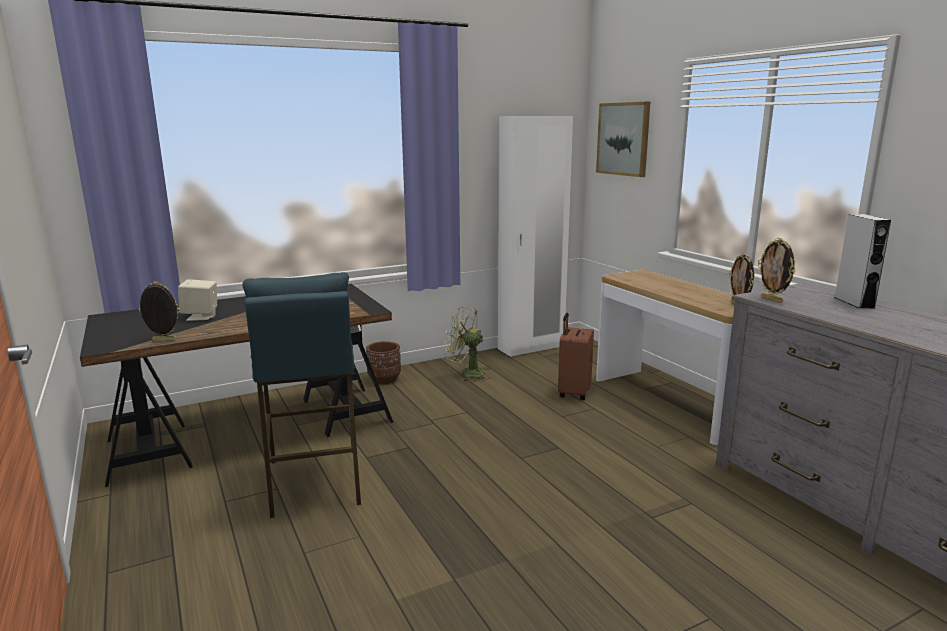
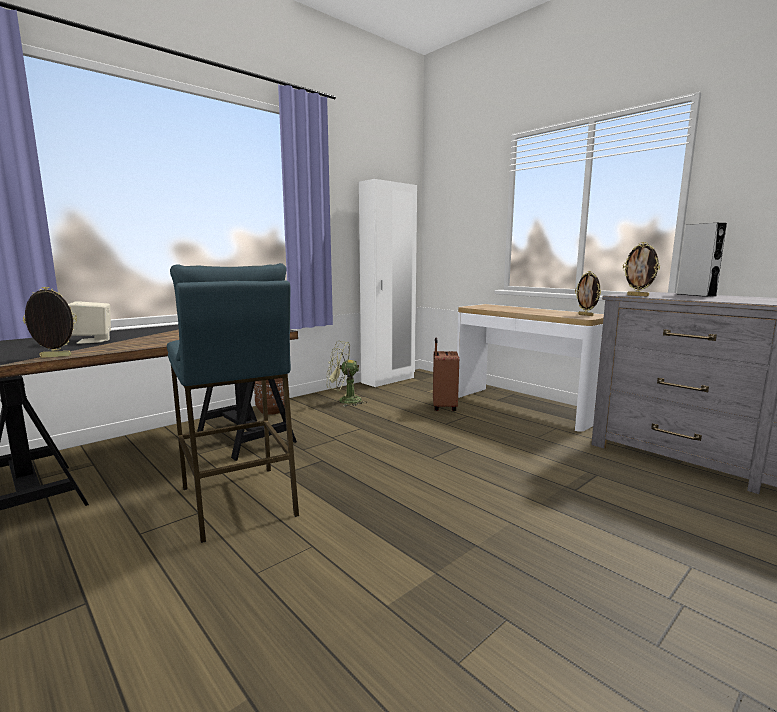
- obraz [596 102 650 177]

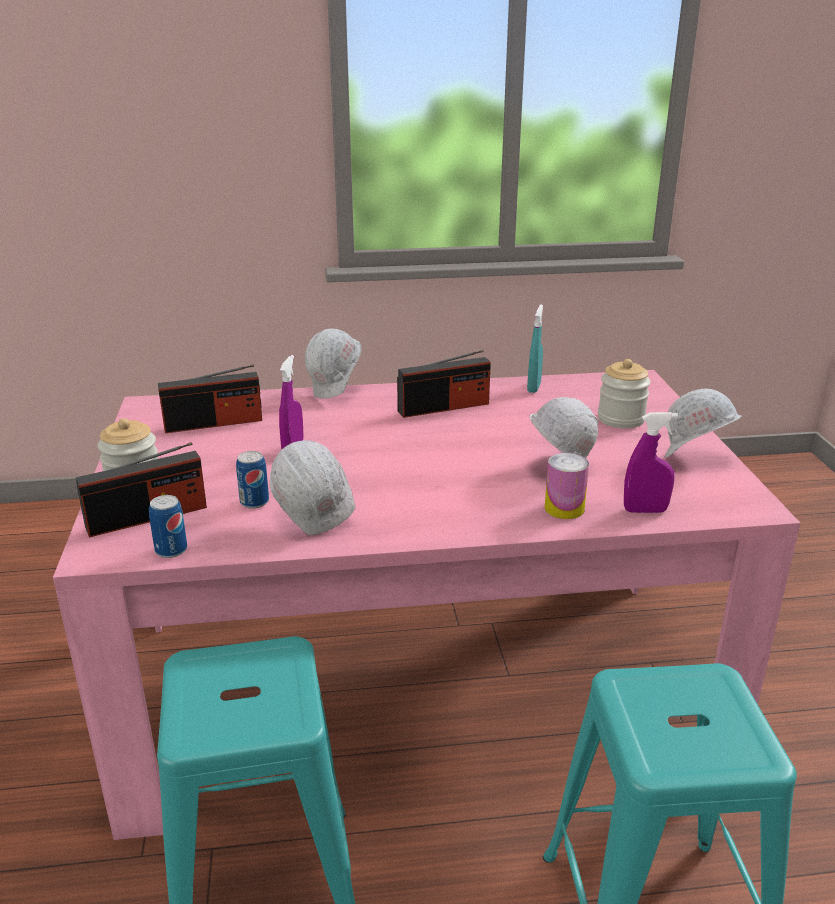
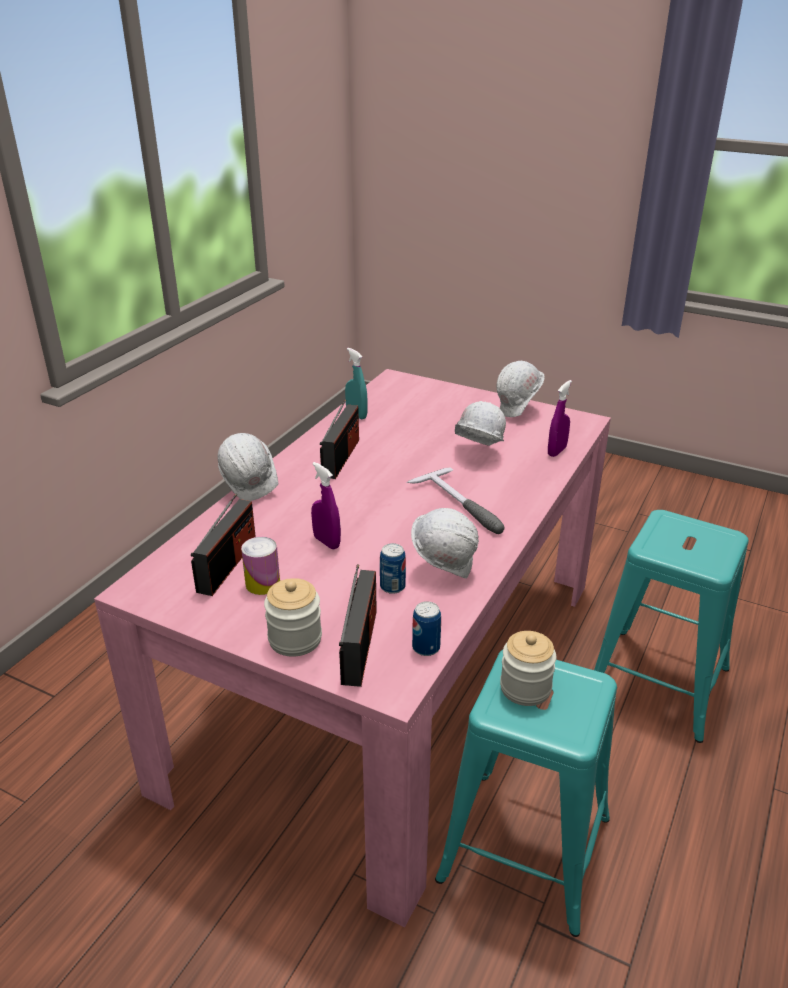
~ puszka [545 453 589 519] to [241 537 280 595]
~ słoik [598 359 650 429] to [500 631 556 706]
+ młotek [407 468 504 534]

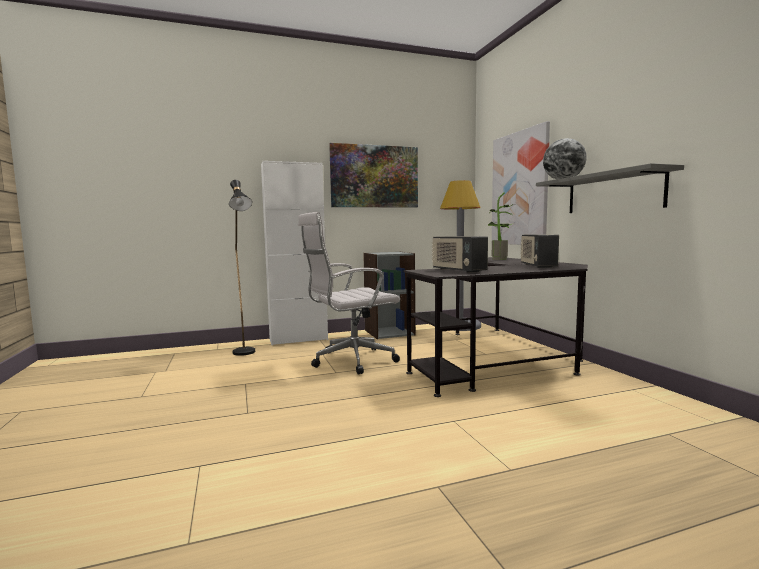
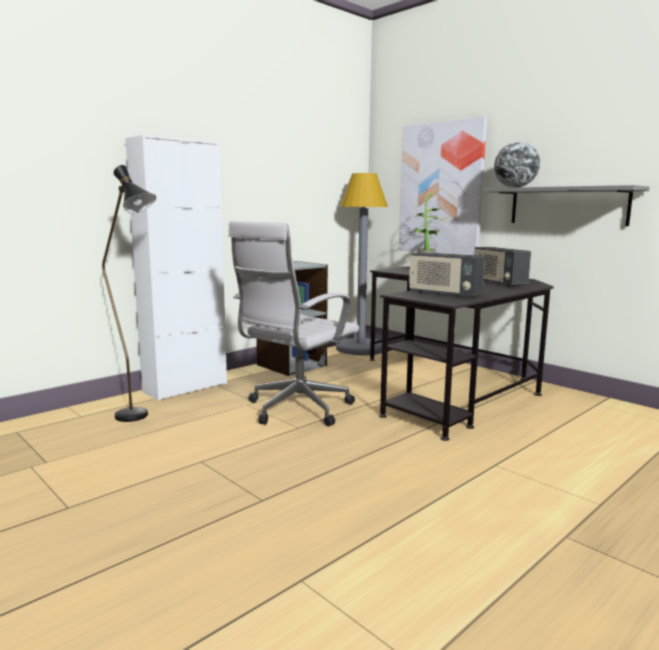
- obraz [329 143 418 207]

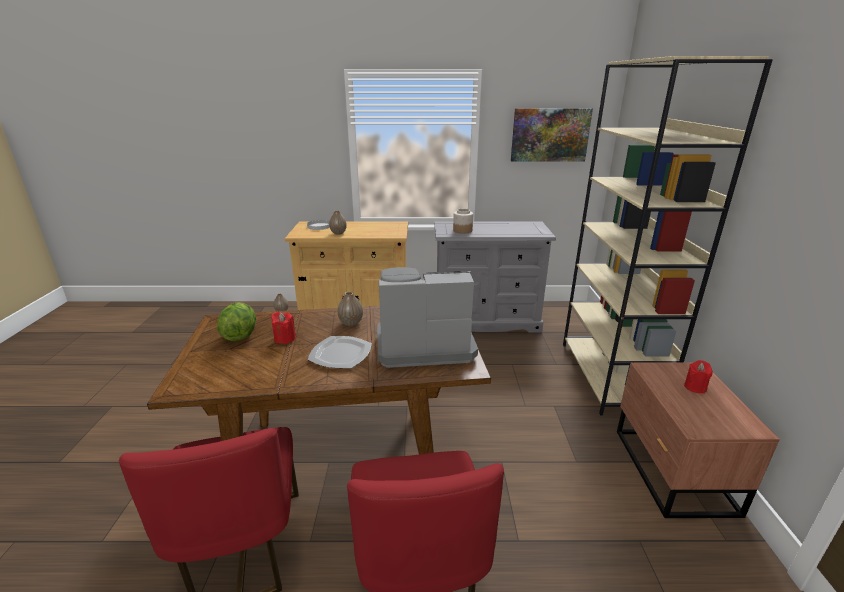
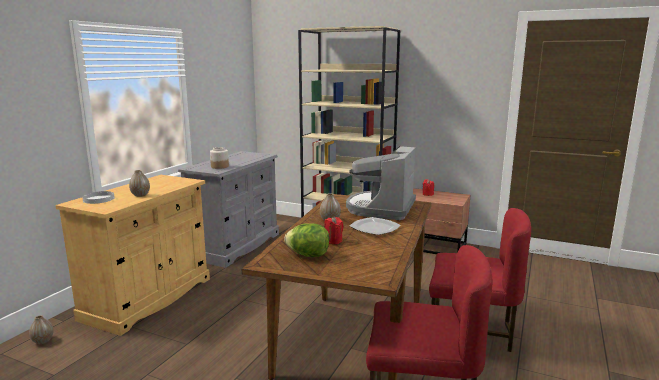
- obraz [511 108 593 161]

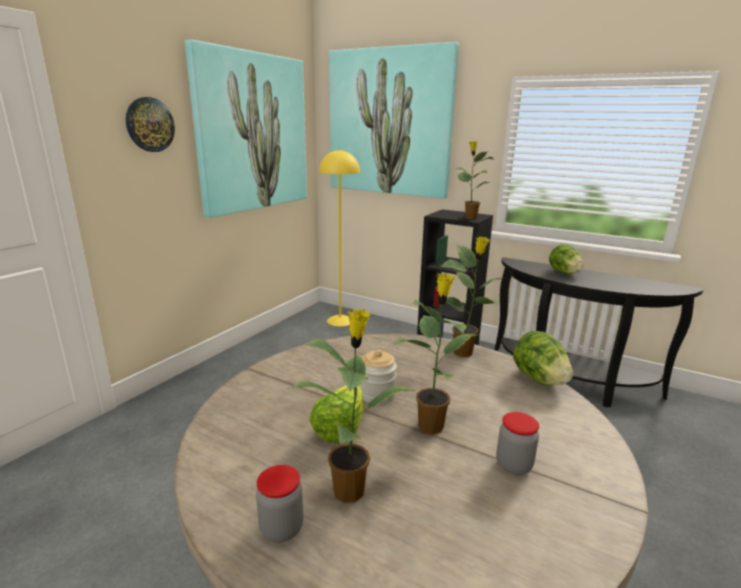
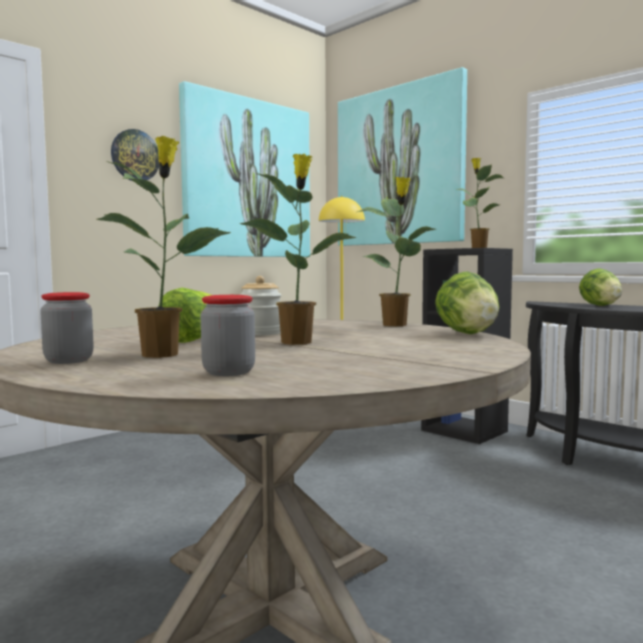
~ słoik [496 412 539 475] to [200 295 255 376]

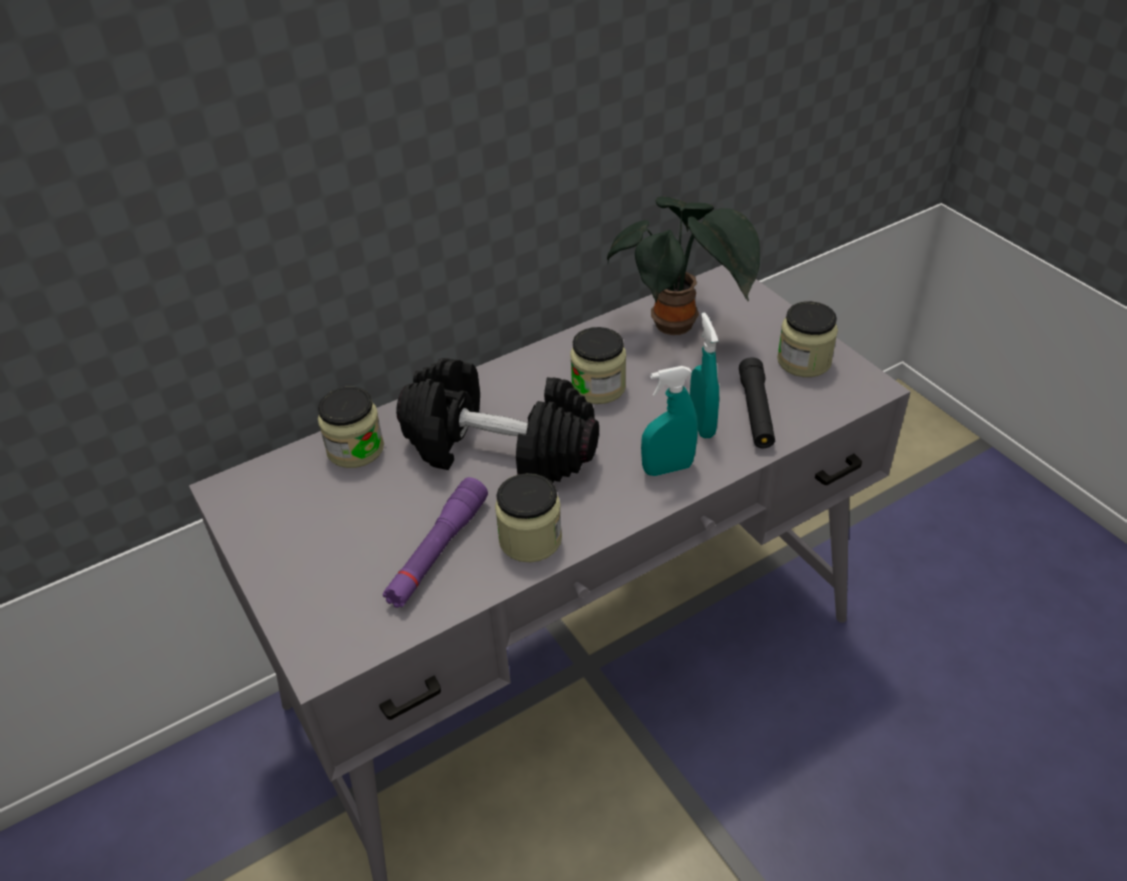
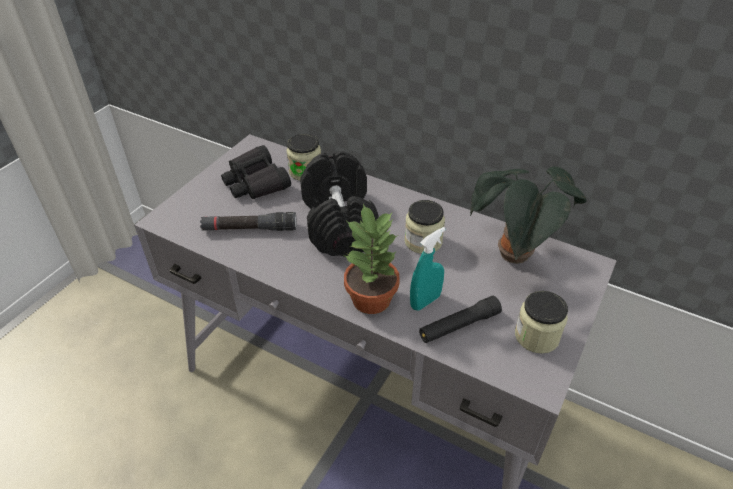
~ latarka [fioletowy] [383 477 488 608] to latarka [czarny] [200 212 297 231]
- słoik [495 473 562 562]
~ spryskiwacz [turkusowy] [641 366 698 476] to roślina doniczkowa [344 204 400 314]
+ lornetka [czarny] [221 145 291 199]

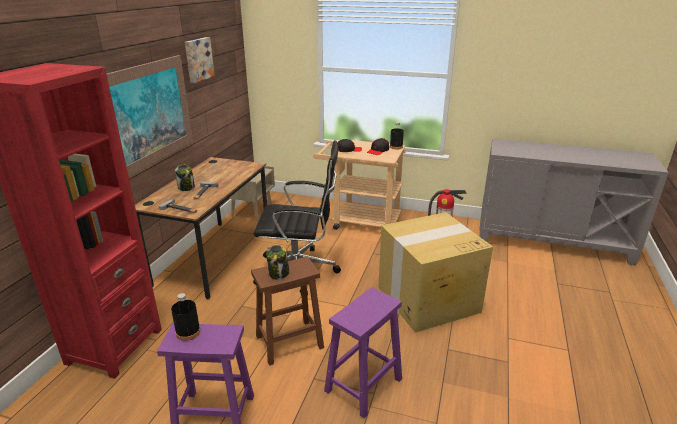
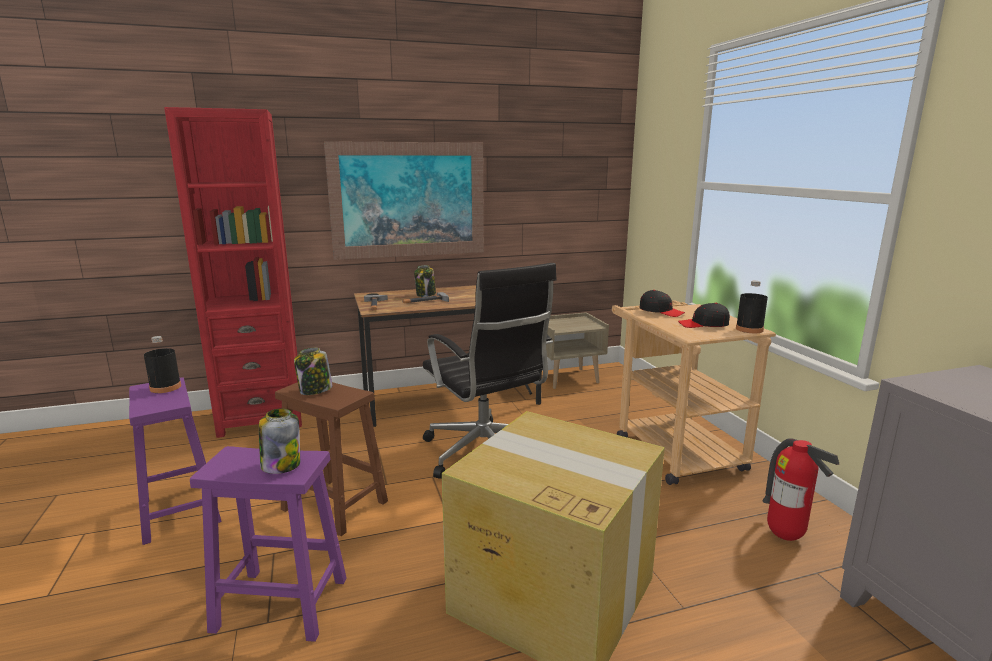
- obraz [185 37 215 83]
+ słoik [259 408 300 474]

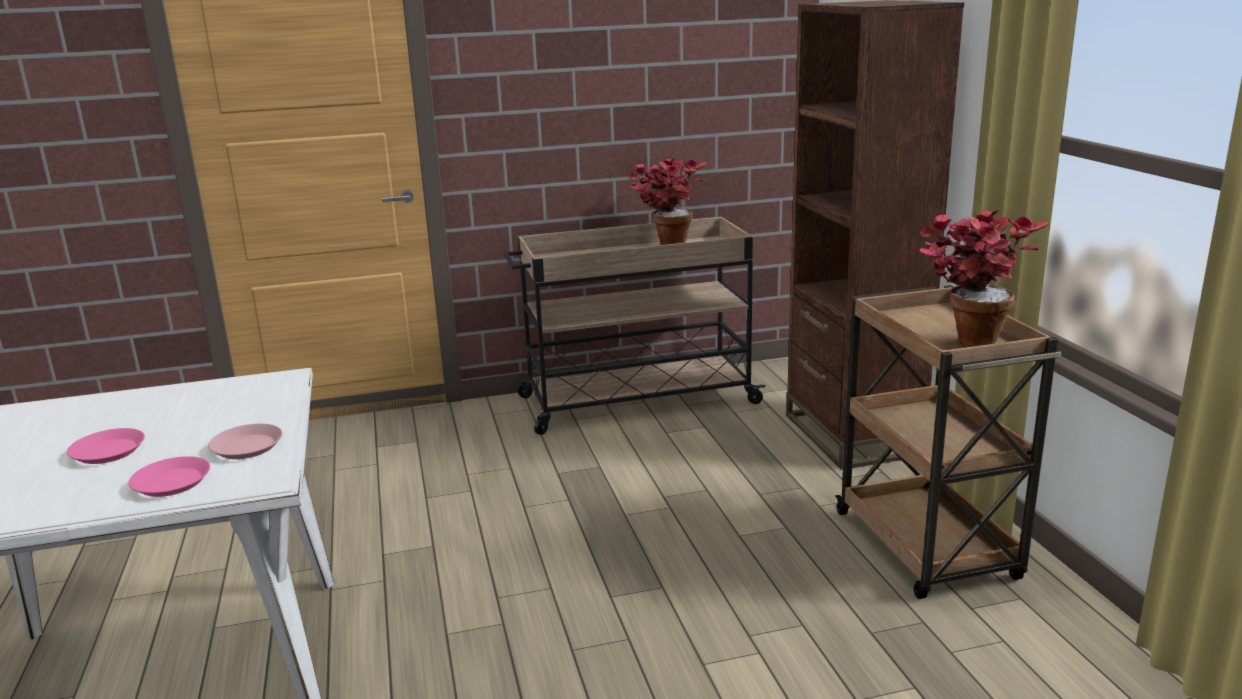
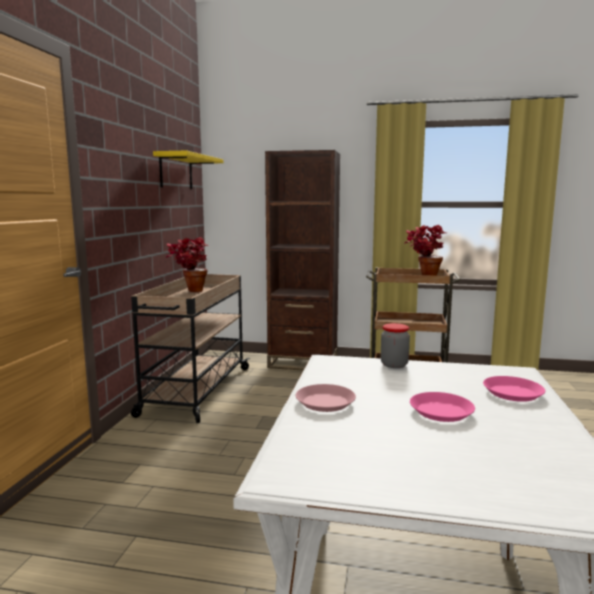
~ talerz [różowy] [208 424 283 459] to [296 384 356 412]
+ półka [żółty] [153 151 223 189]
+ słoik [381 323 410 368]

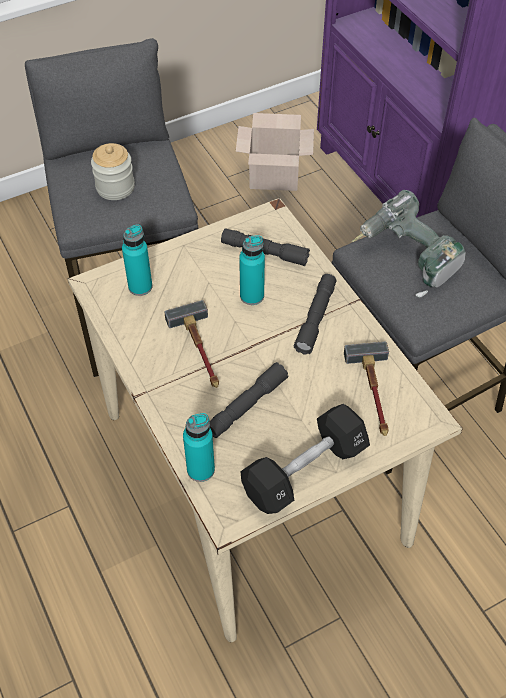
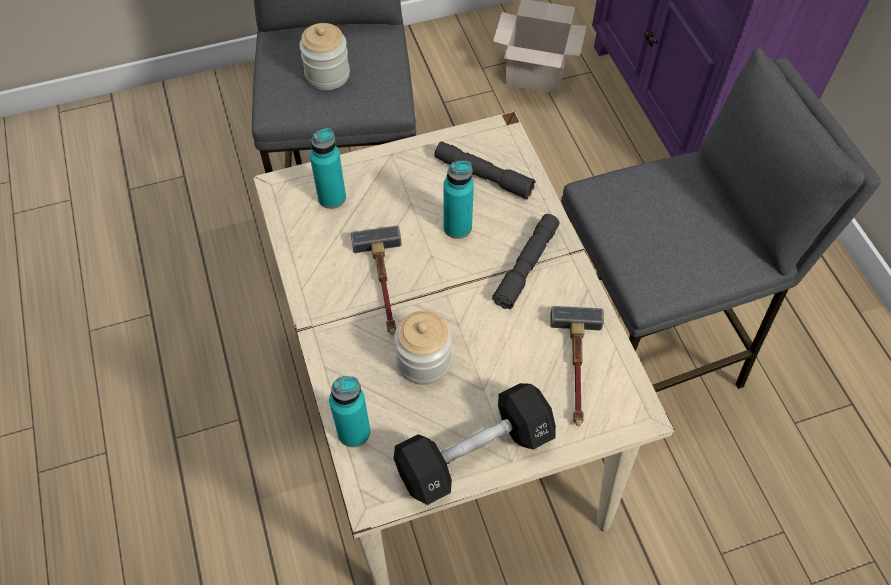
~ latarka [szary] [210 362 289 438] to słoik [394 311 452 385]
- wiertarka [352 190 466 298]

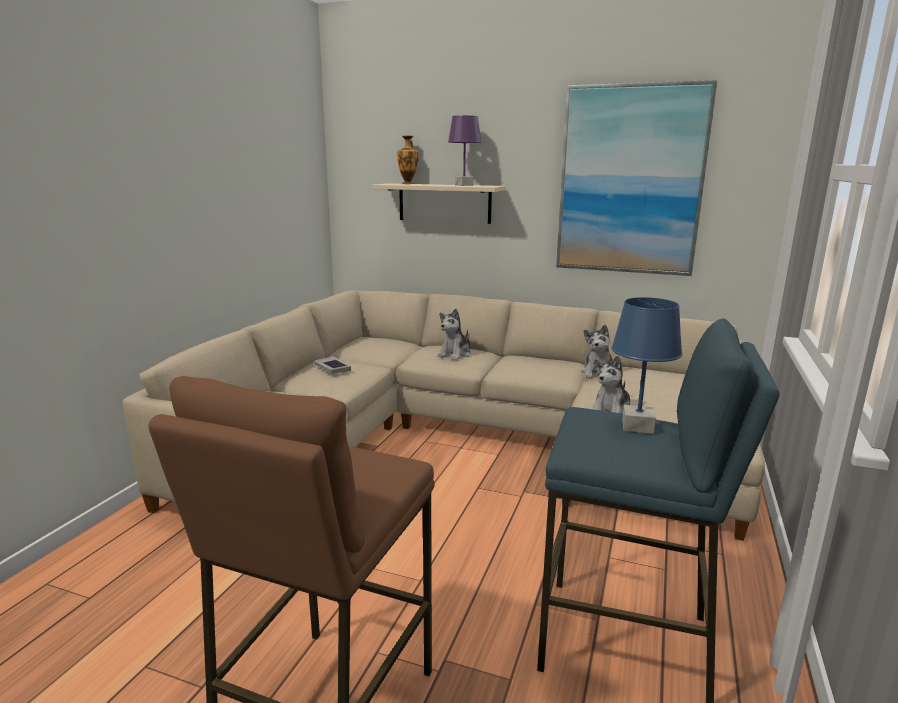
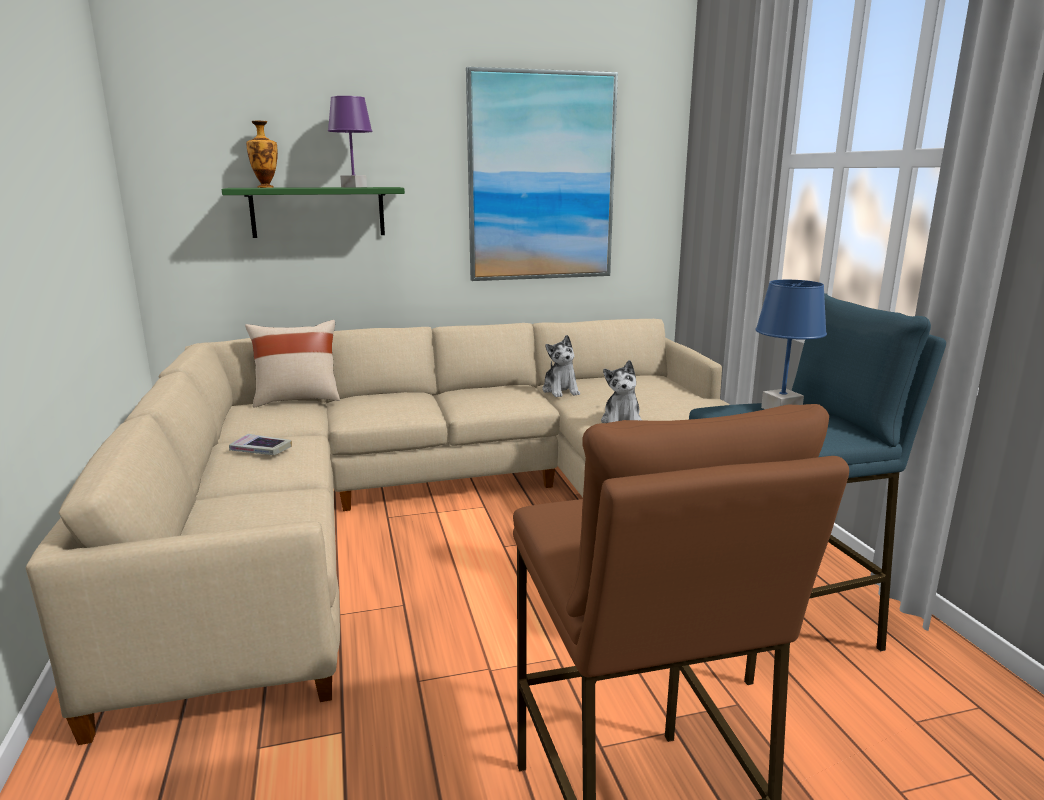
~ półka [beżowy] [372 183 506 224] to półka [zielony] [222 187 405 238]
- pluszak [438 308 471 360]
+ poduszka [beżowy] [245 320 340 408]

